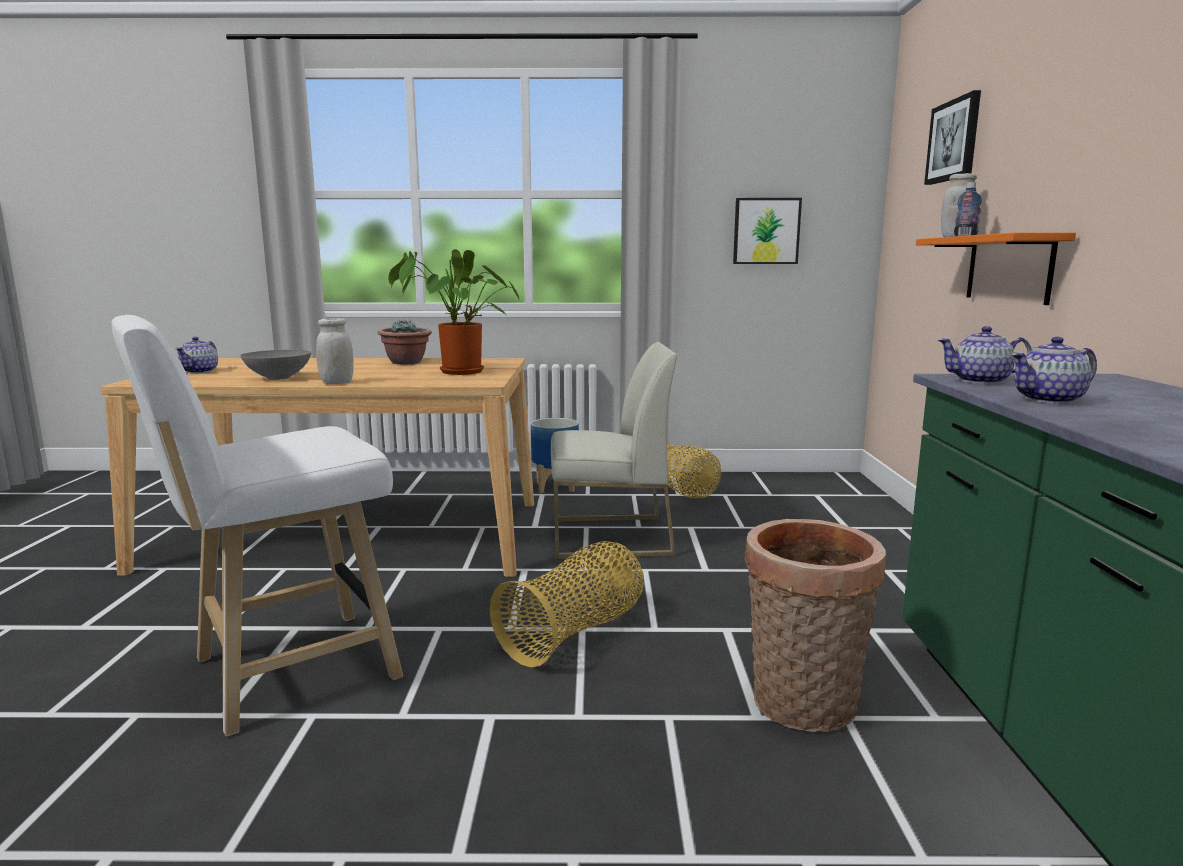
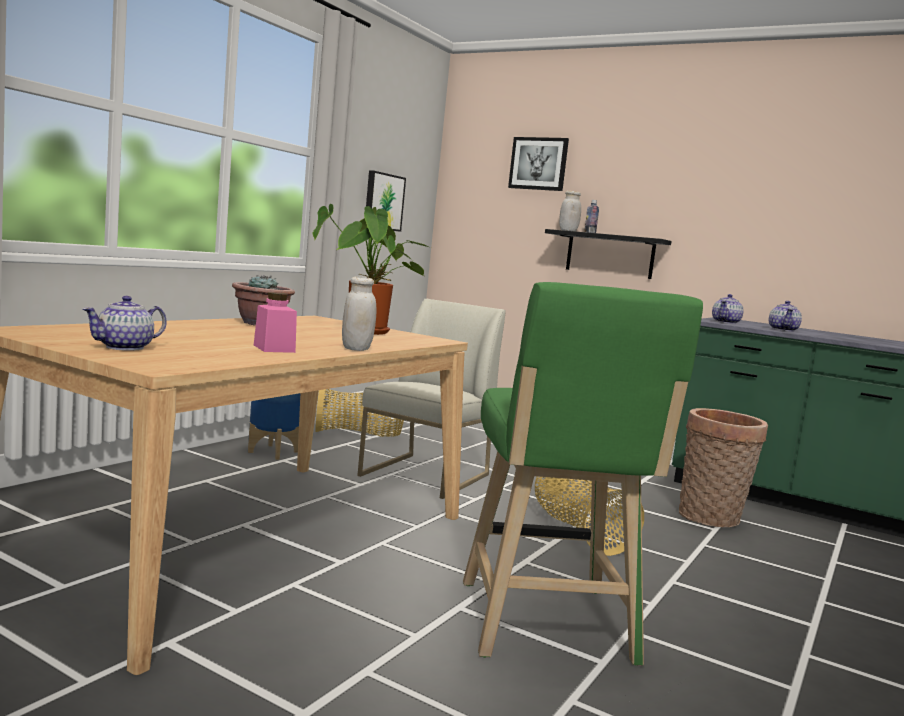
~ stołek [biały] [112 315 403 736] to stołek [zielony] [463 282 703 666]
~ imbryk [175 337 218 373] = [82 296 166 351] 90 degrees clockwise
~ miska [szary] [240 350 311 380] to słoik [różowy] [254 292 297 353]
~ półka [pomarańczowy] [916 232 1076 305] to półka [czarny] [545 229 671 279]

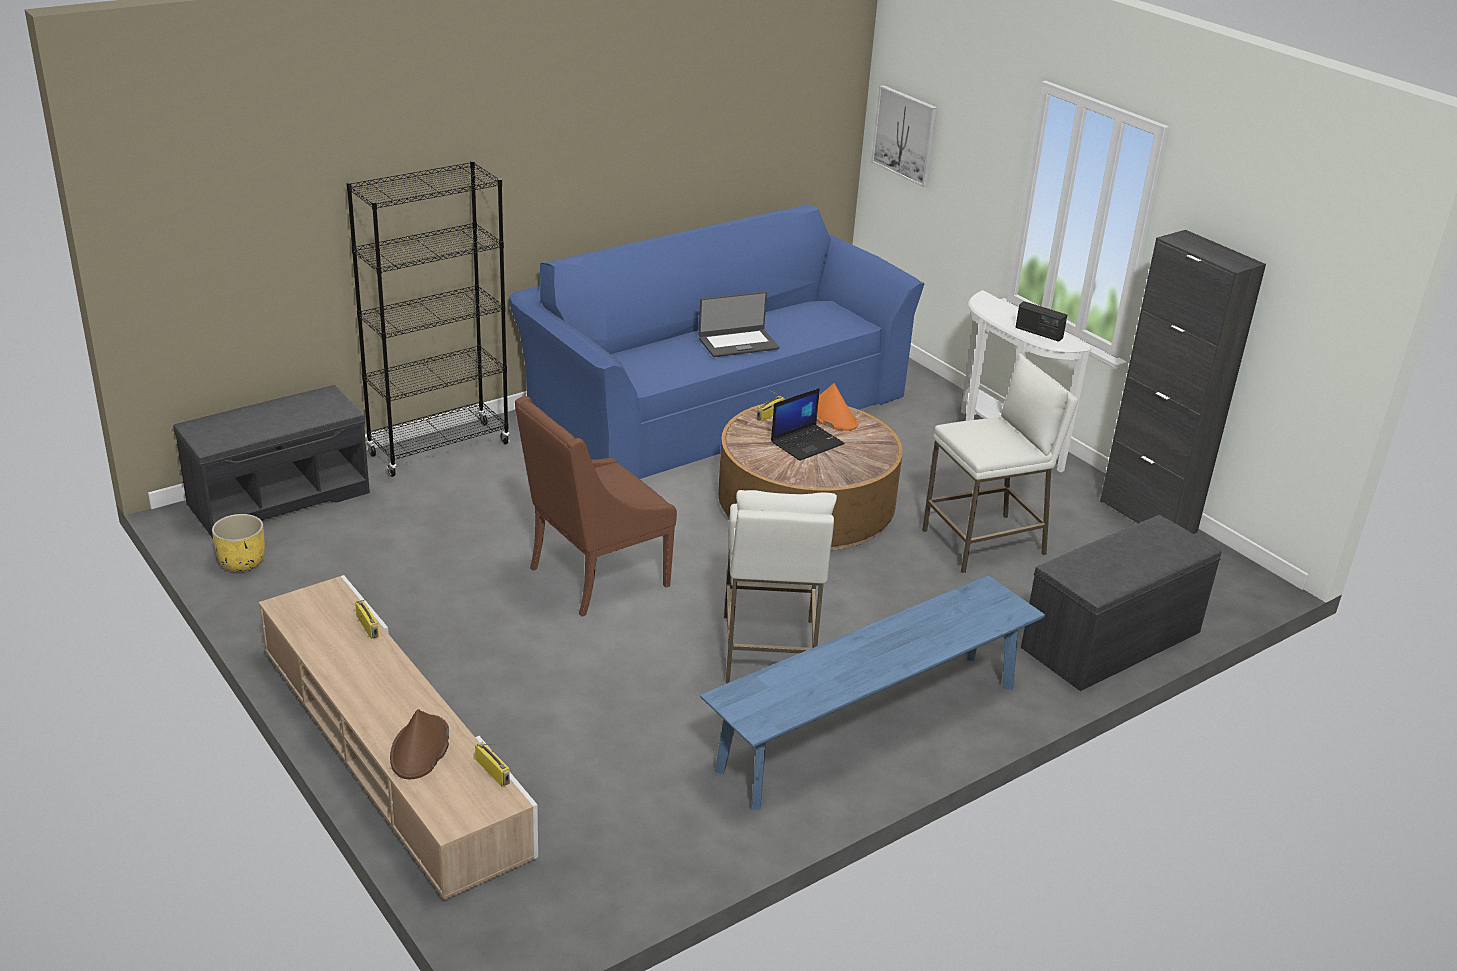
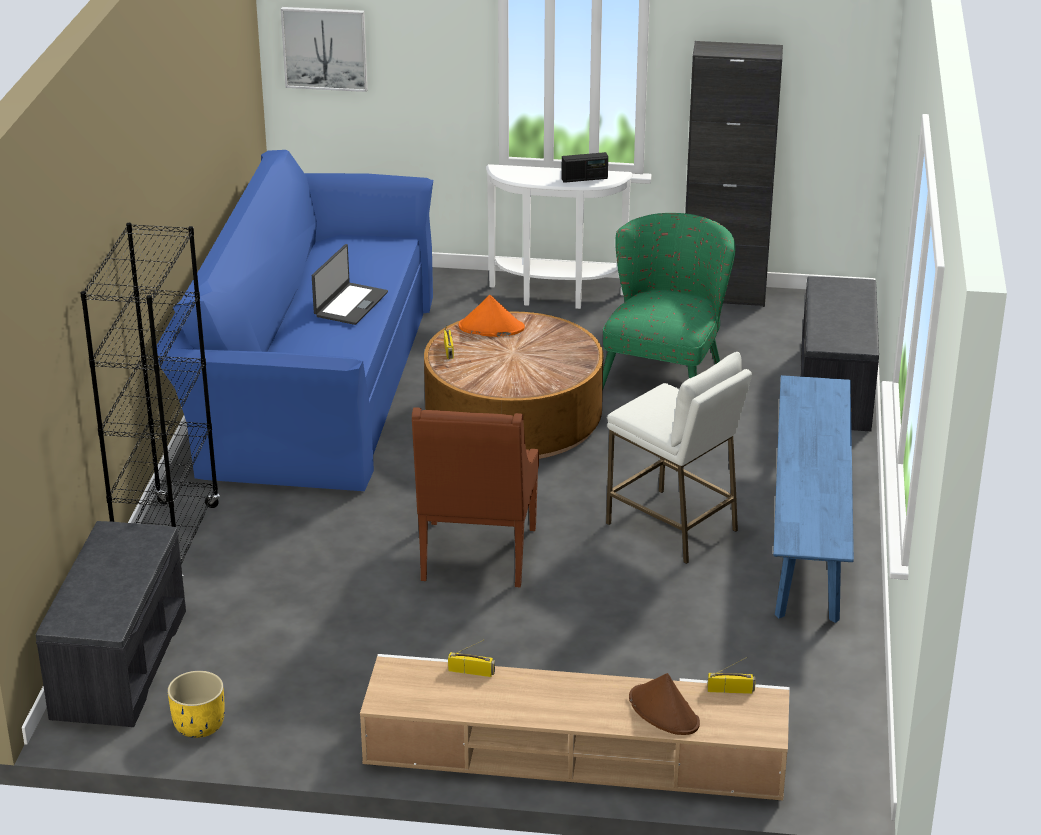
- laptop [771 388 845 461]
~ stołek [biały] [922 353 1078 573] to fotel [zielony] [603 213 735 388]

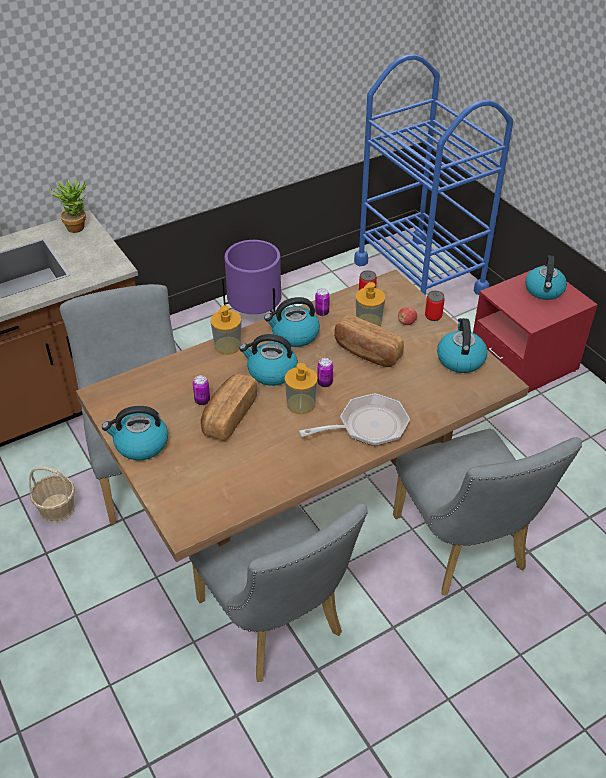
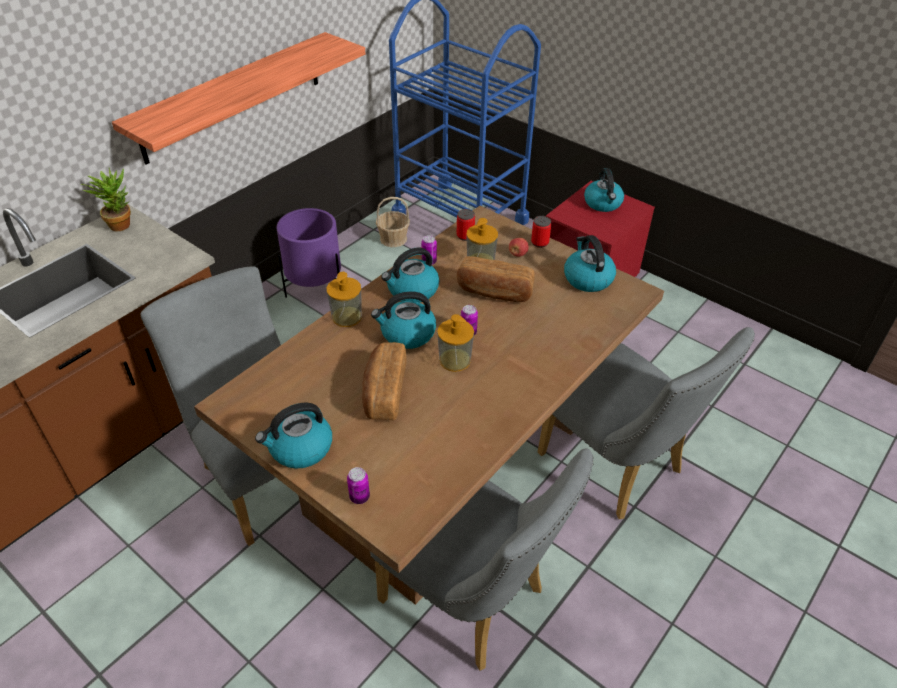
~ koszyk [29 467 75 523] to [376 197 410 247]
~ puszka [193 375 210 405] to [347 467 370 504]
- patelnia [299 393 410 446]
+ półka [112 32 366 164]

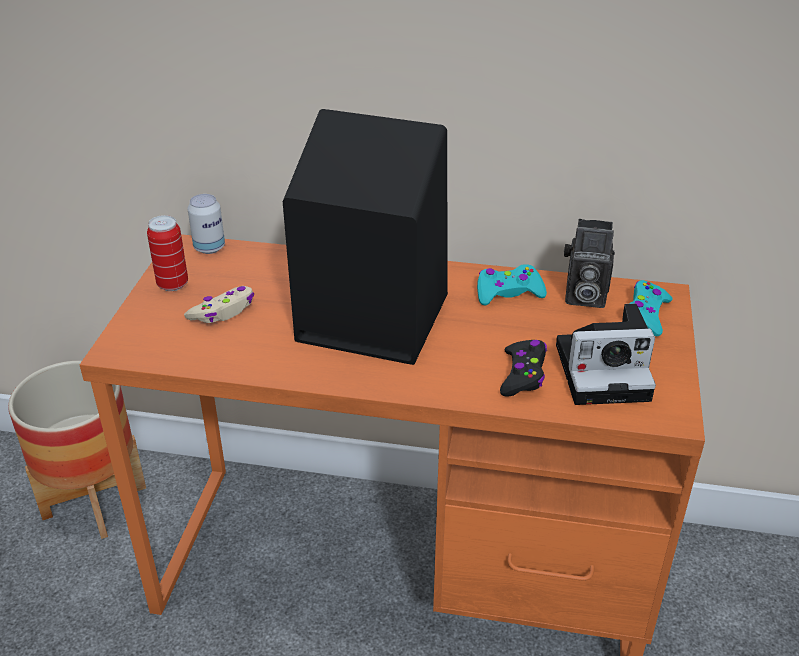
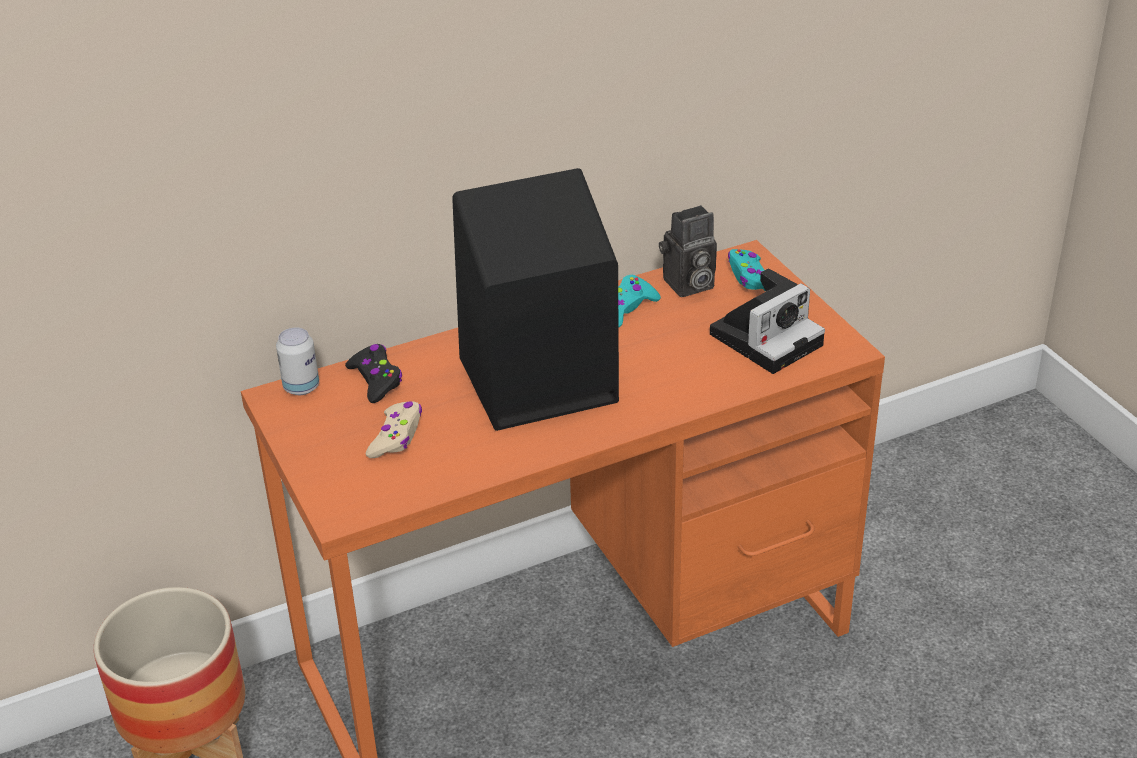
- puszka [147 215 188 291]
~ pad do gier [czarny] [500 340 547 396] to [345 344 402 403]

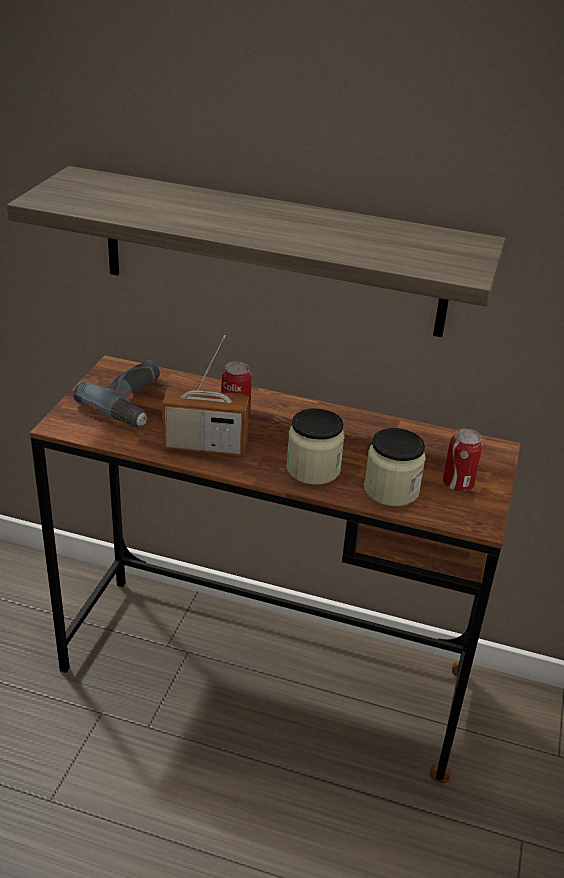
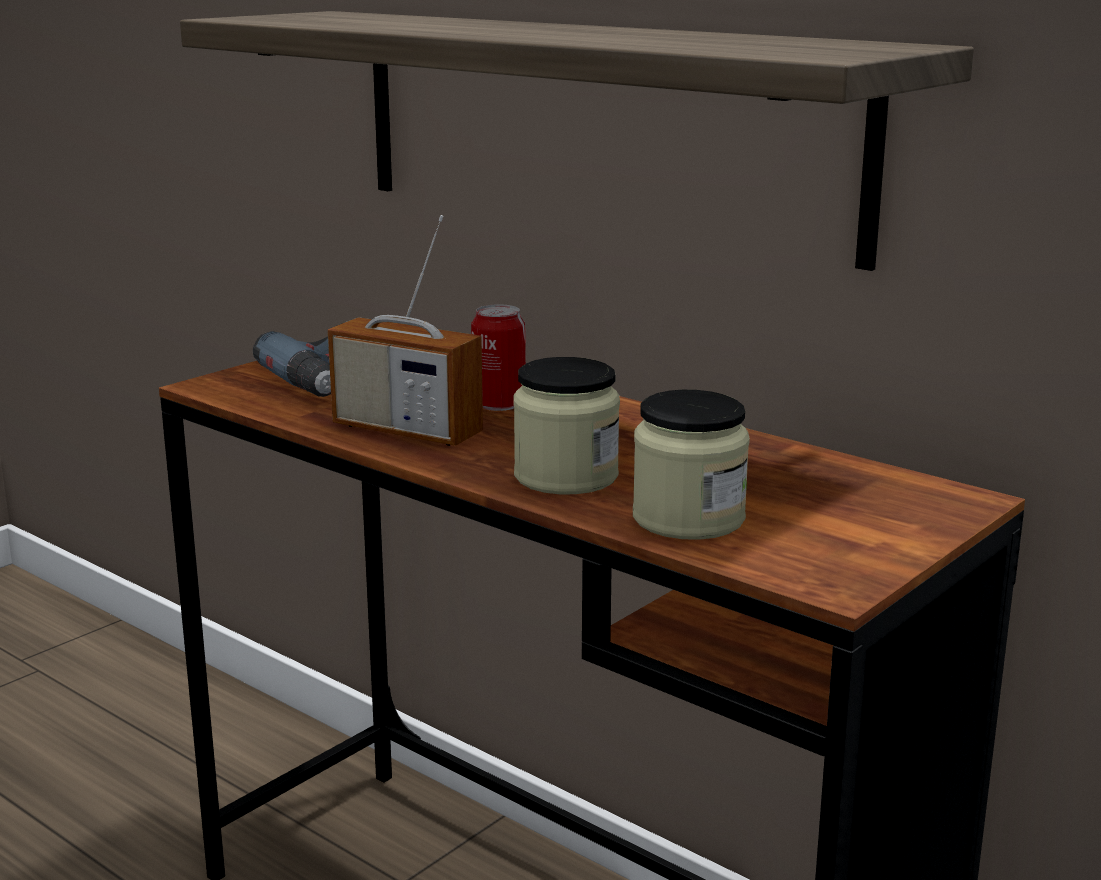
- puszka [443 429 483 492]

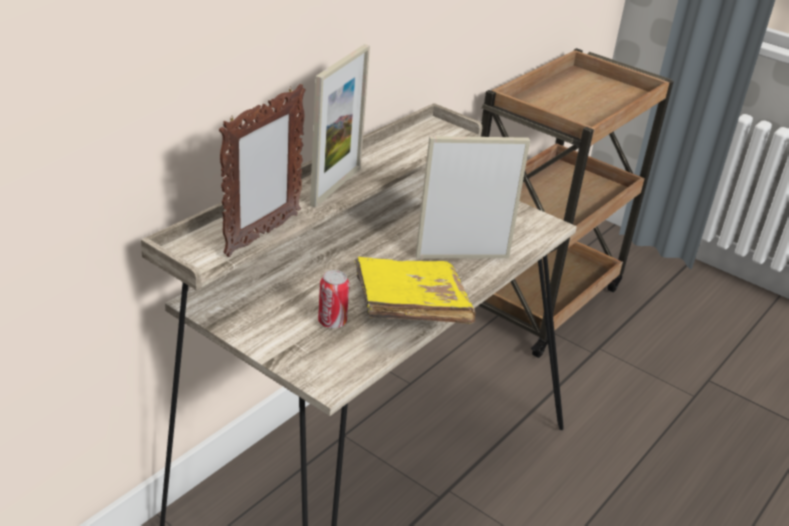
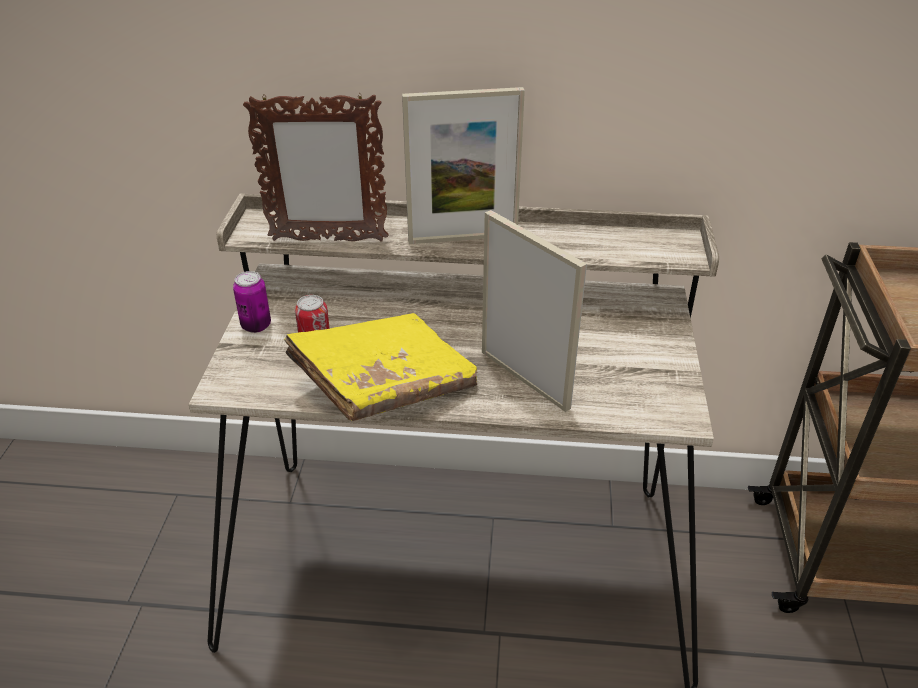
+ puszka [233 271 271 333]

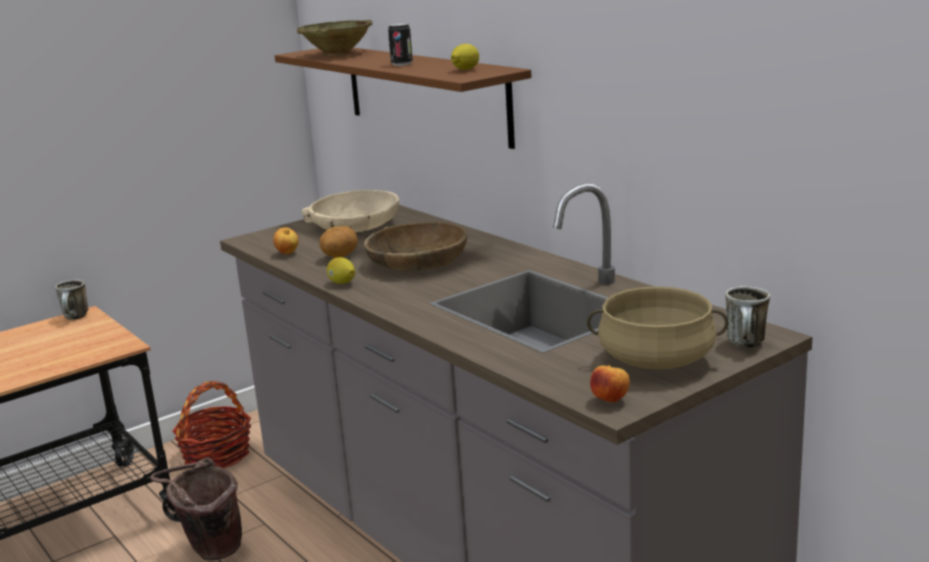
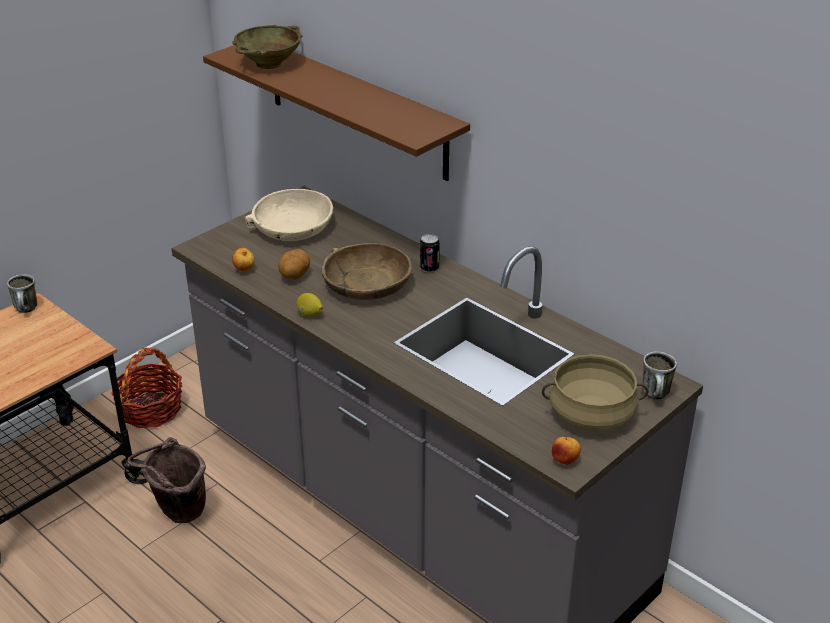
~ puszka [388 23 413 66] to [420 234 440 272]
- cytryna [451 44 479 70]

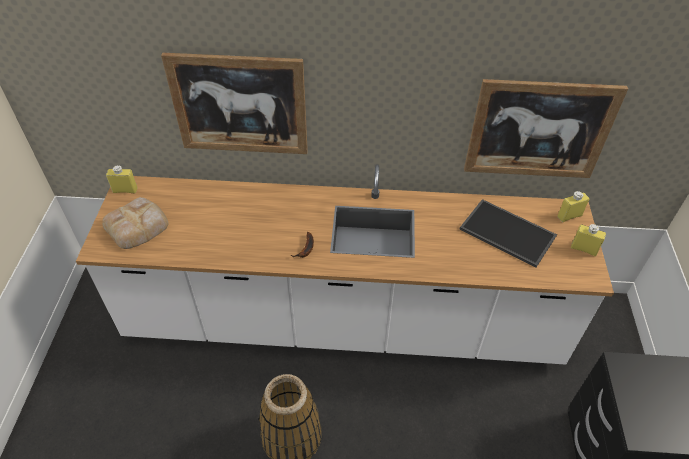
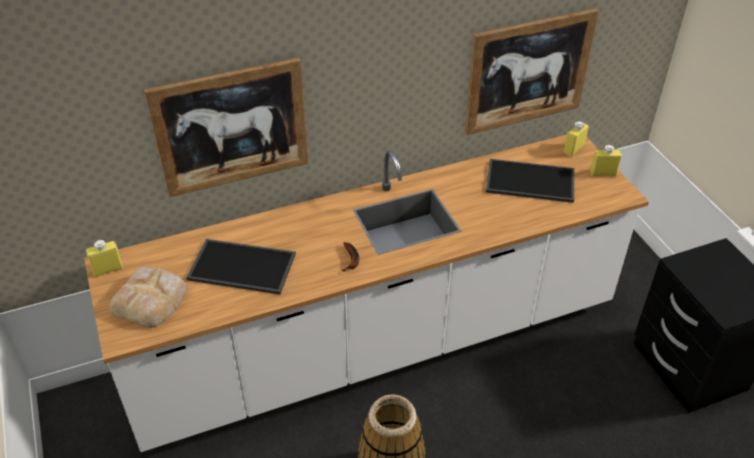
+ taca [186 239 296 294]

